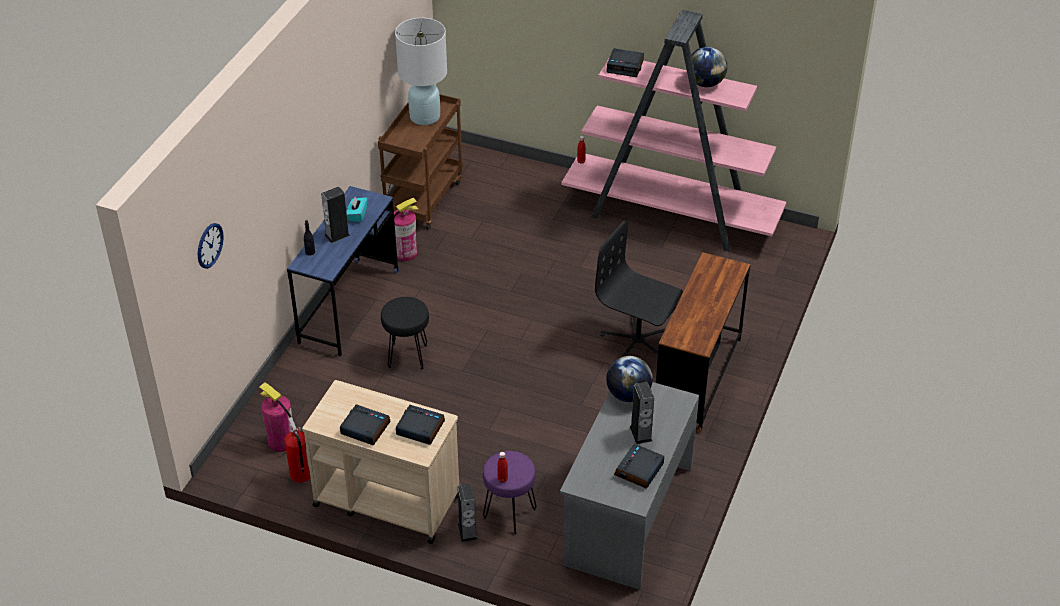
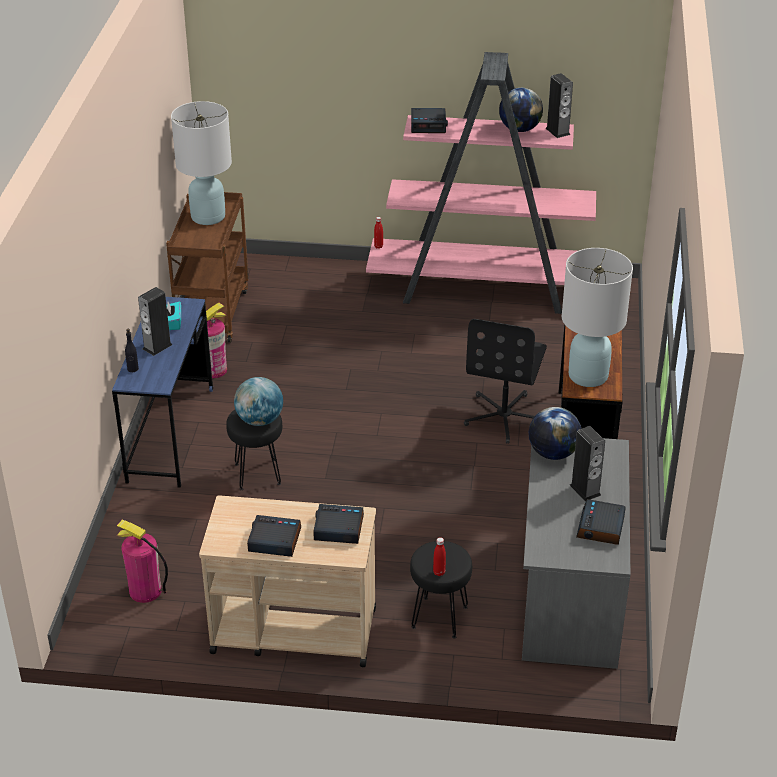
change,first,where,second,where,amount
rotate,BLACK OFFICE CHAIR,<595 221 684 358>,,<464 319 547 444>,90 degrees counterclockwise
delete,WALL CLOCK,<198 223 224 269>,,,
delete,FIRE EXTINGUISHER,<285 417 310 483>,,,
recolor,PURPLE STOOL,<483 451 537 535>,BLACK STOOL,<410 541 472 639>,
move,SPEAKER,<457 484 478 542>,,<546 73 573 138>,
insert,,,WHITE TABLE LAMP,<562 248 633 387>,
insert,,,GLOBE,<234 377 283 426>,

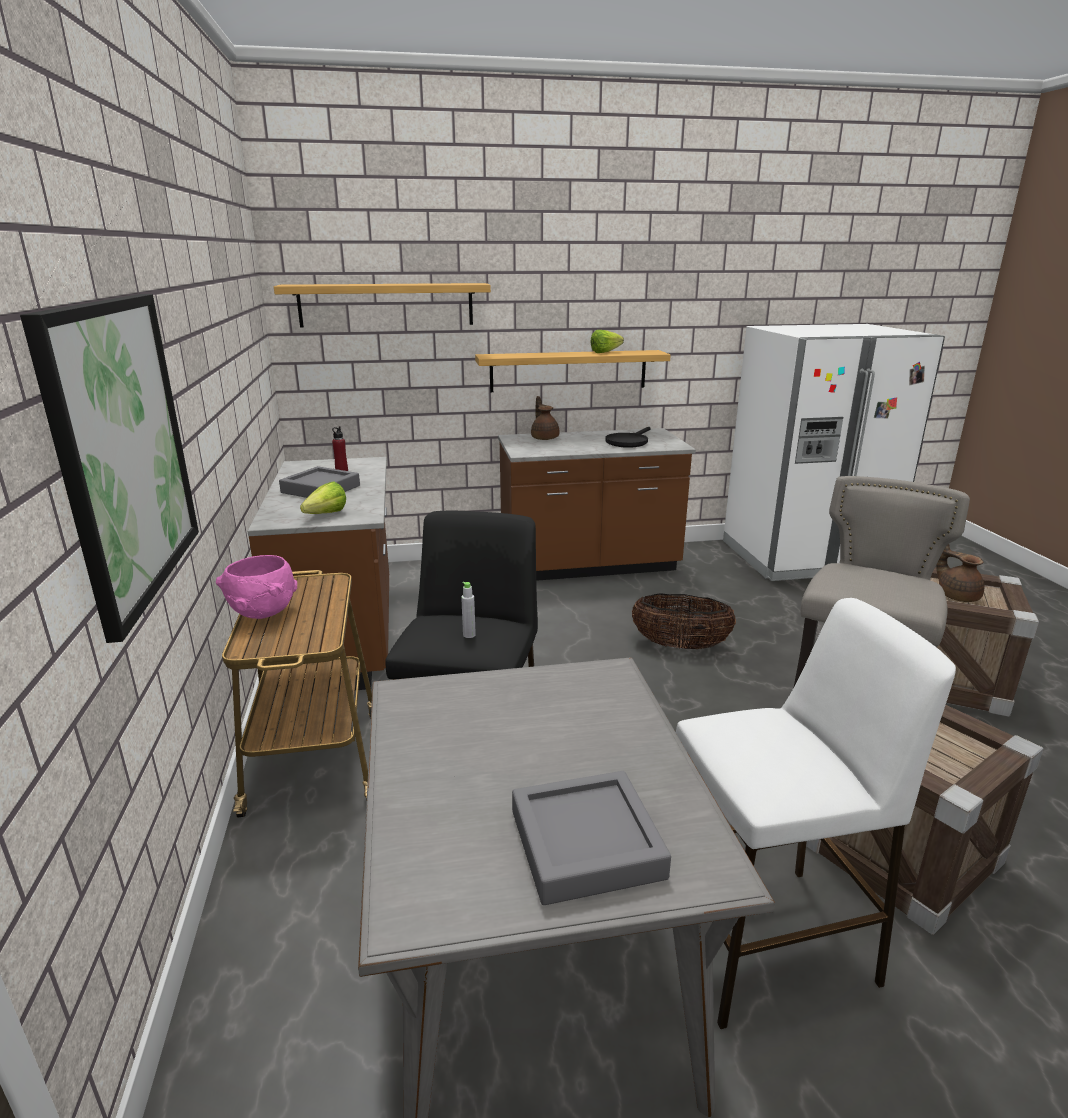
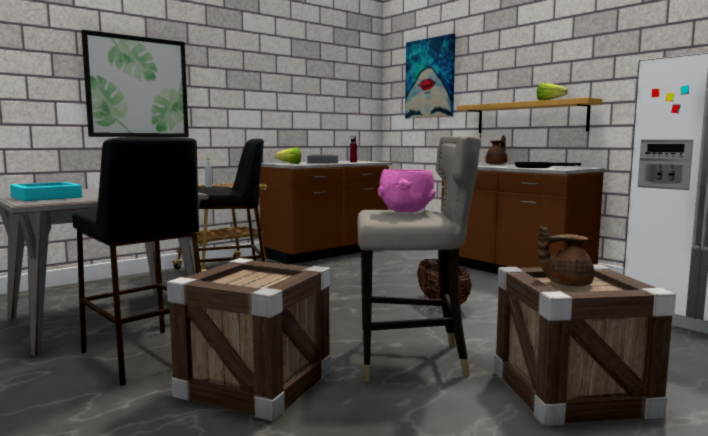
change,first,where,second,where,amount
replace,SHELF,<274 283 491 327>,PICTURE,<405 34 455 118>,
rotate,BROWN TEAPOT,<936 544 984 602>,,<538 226 594 286>,120 degrees counterclockwise
move,PINK BOWL,<216 555 297 619>,,<378 169 436 212>,
recolor,WHITE STOOL,<676 598 956 1029>,BLACK STOOL,<72 137 201 385>,
recolor,GREY TRAY,<512 771 671 905>,TURQUOISE TRAY,<10 182 82 201>,

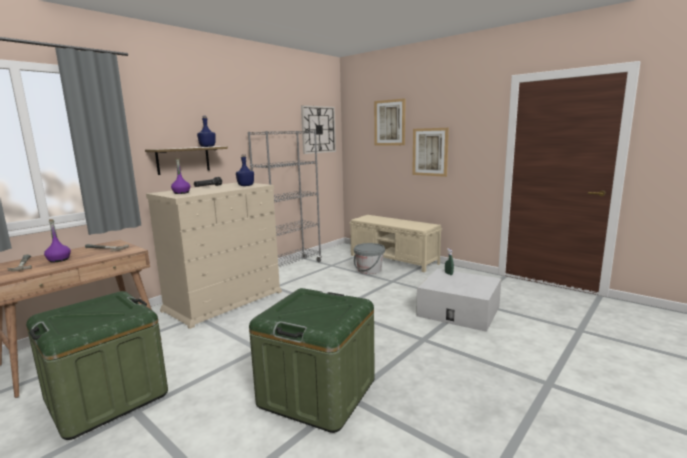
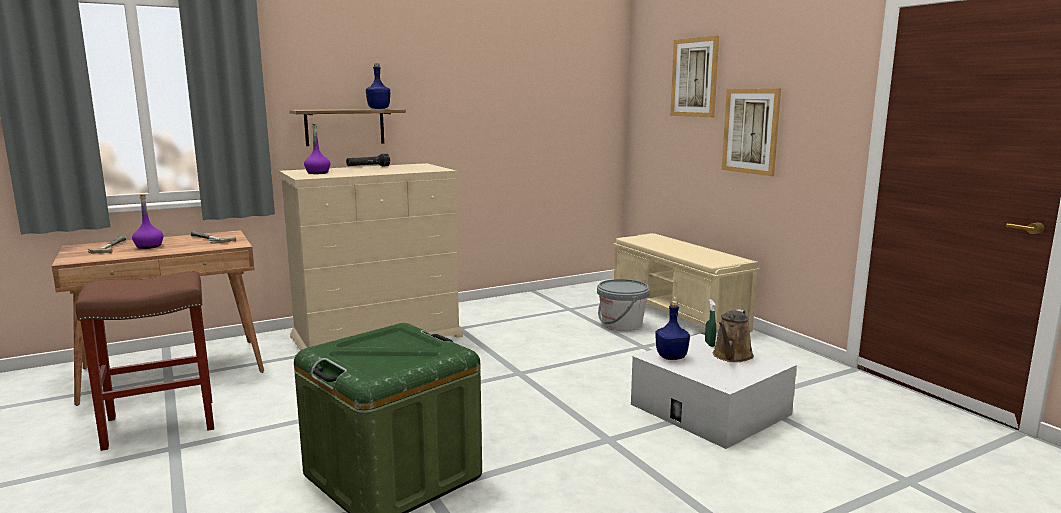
change,first,where,second,where,amount
delete,WALL CLOCK,<301 105 336 154>,,,
delete,GREY BOOKCASE,<248 130 322 268>,,,
move,BLUE BOTTLE,<236 154 254 186>,,<655 301 690 360>,
replace,GREEN STORAGE BOX,<26 291 168 440>,BROWN STOOL,<76 272 214 451>,
insert,,,BROWN WATERING CAN,<713 309 754 362>,

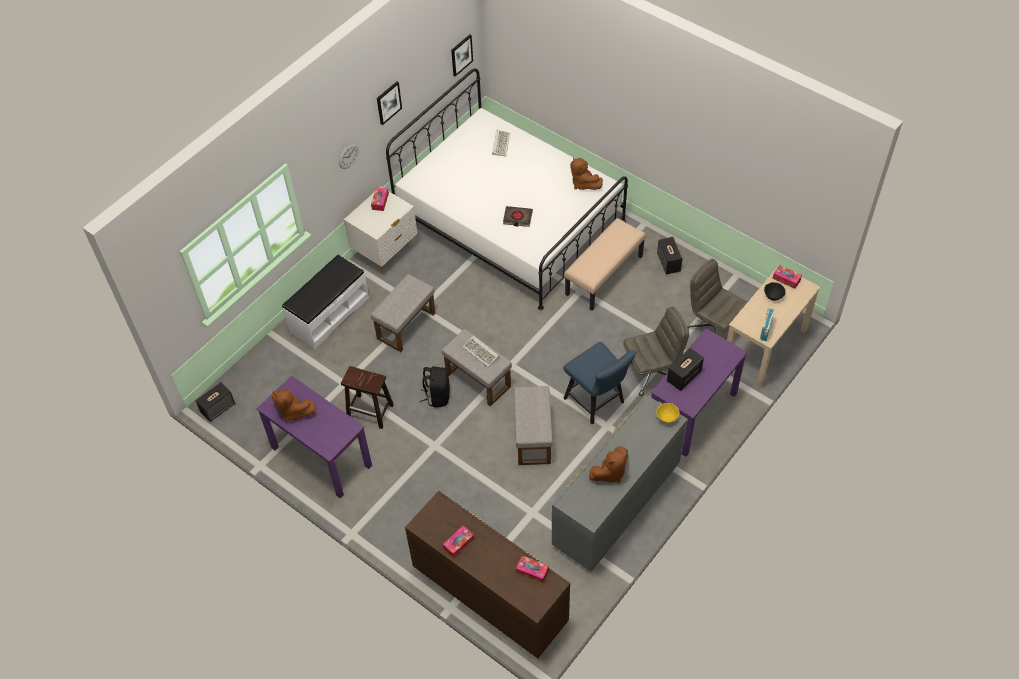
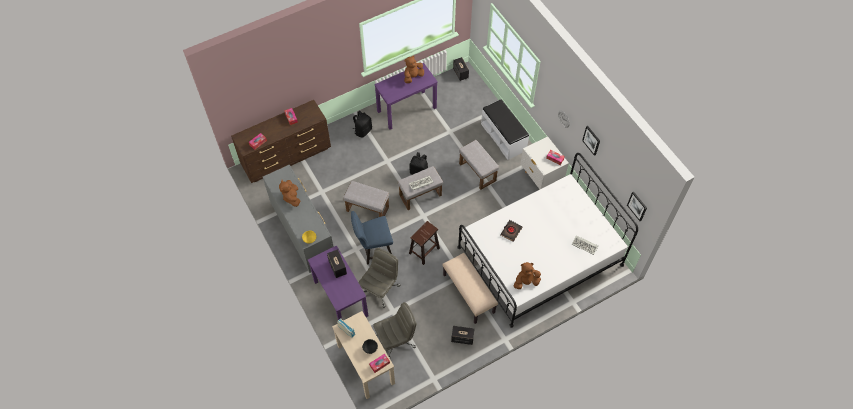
change,first,where,second,where,amount
rotate,GREY OFFICE CHAIR,<623 307 689 396>,,<358 248 400 308>,150 degrees counterclockwise
move,BROWN STOOL,<341 366 394 429>,,<409 221 440 265>,
insert,,,BLACK BACKPACK,<352 111 372 138>,

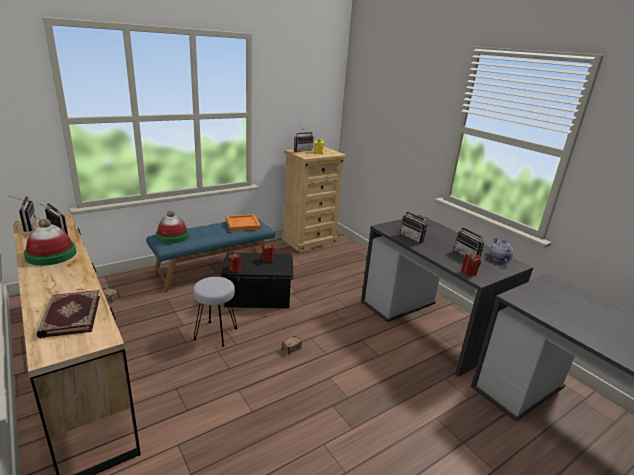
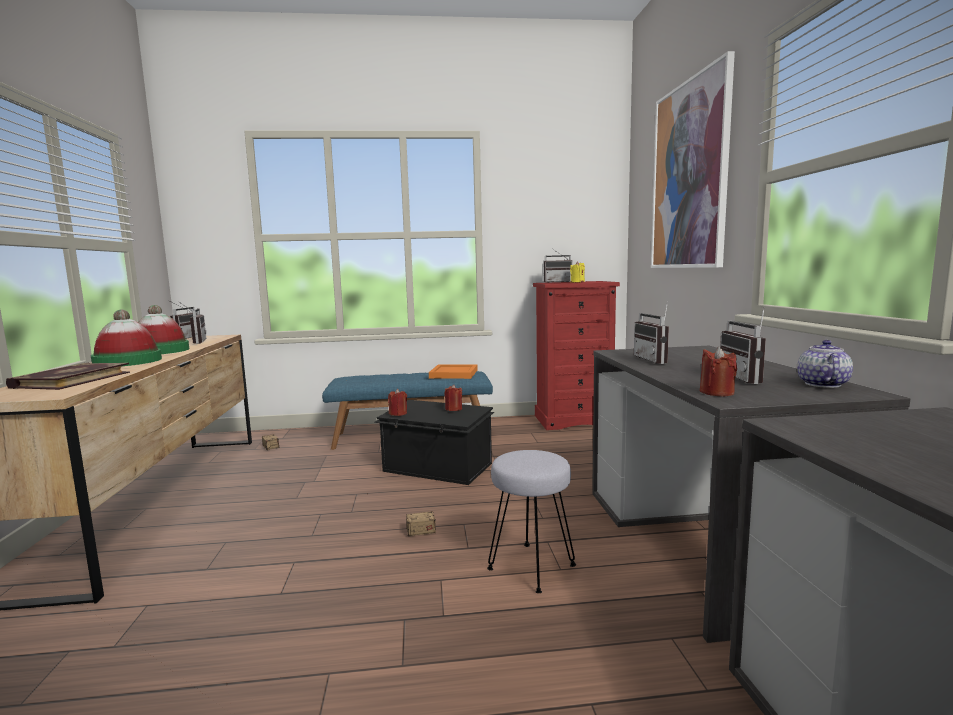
change,first,where,second,where,amount
recolor,BEIGE DRESSER,<282 147 346 252>,RED DRESSER,<533 281 620 430>,
move,HAT,<156 211 189 244>,,<91 310 162 366>,
move,GREY STOOL,<193 277 237 347>,,<487 450 576 593>,
insert,,,PICTURE,<651 51 735 268>,

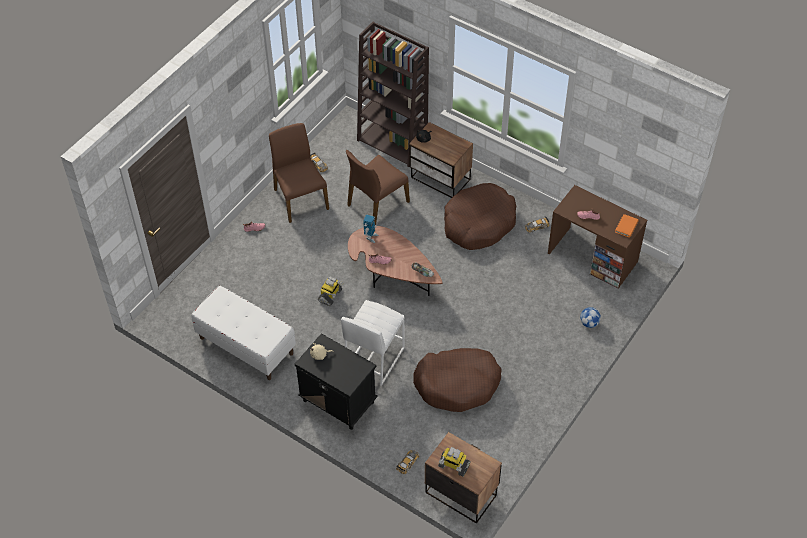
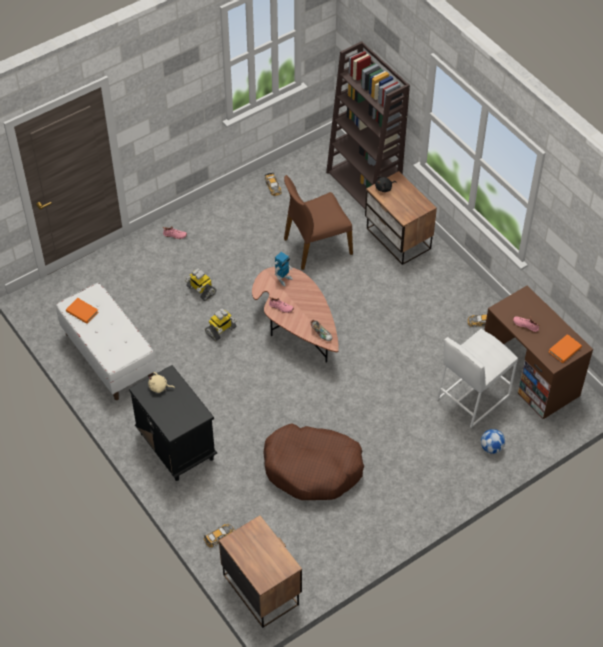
change,first,where,second,where,amount
delete,BROWN CHAIR,<269 123 329 223>,,,
delete,BROWN DOG BED,<444 183 516 250>,,,
move,WHITE STOOL,<341 300 405 386>,,<437 329 518 428>,
move,TOY ROBOT,<438 447 471 477>,,<184 268 217 301>,
insert,,,ORANGE BOOK,<66 298 99 324>,

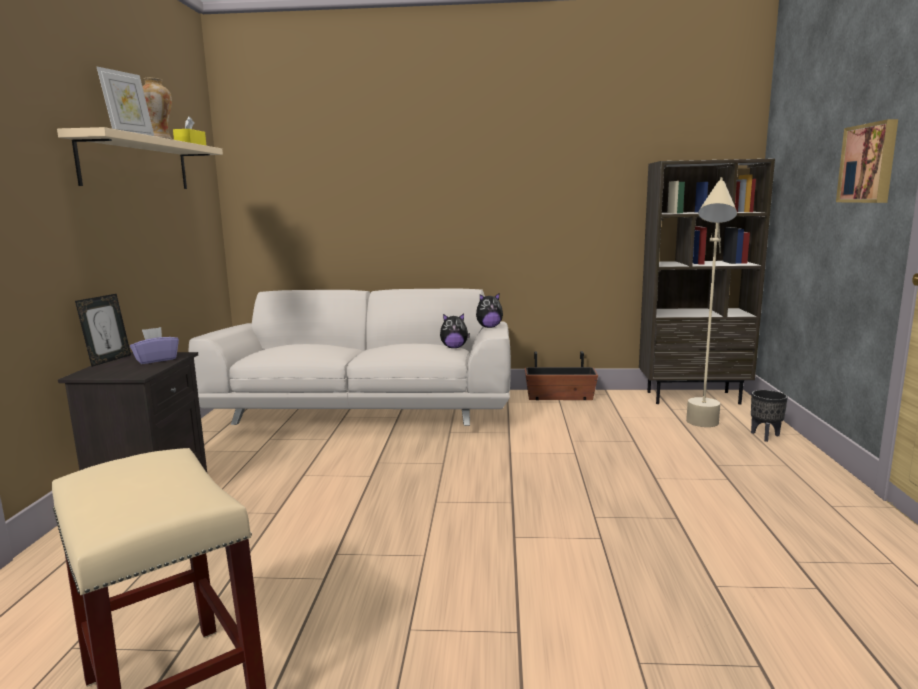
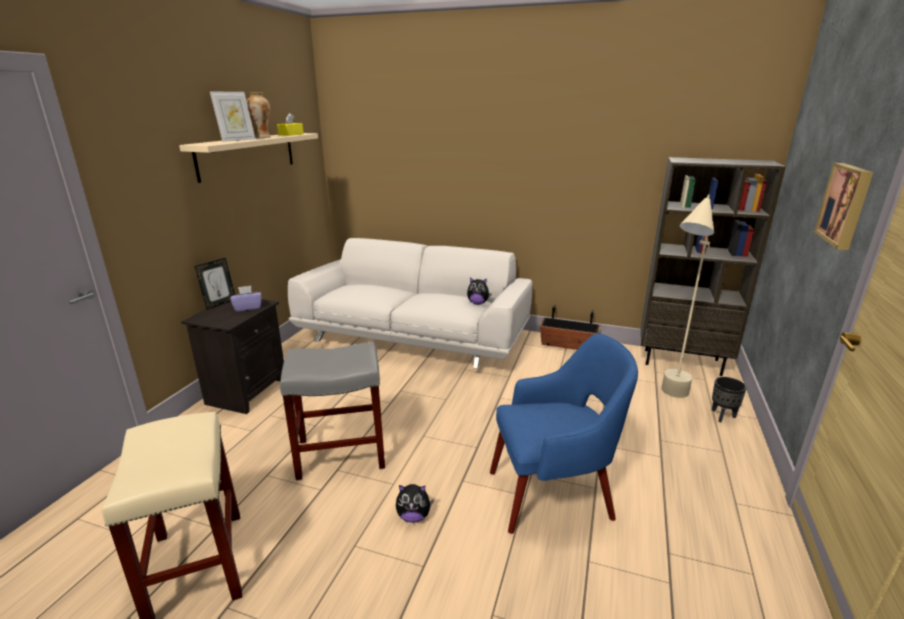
change,first,where,second,where,amount
move,PLUSH TOY,<476 293 503 328>,,<396 484 434 523>,
insert,,,BLUE ARMCHAIR,<490 333 638 534>,
insert,,,GREY STOOL,<280 342 385 481>,

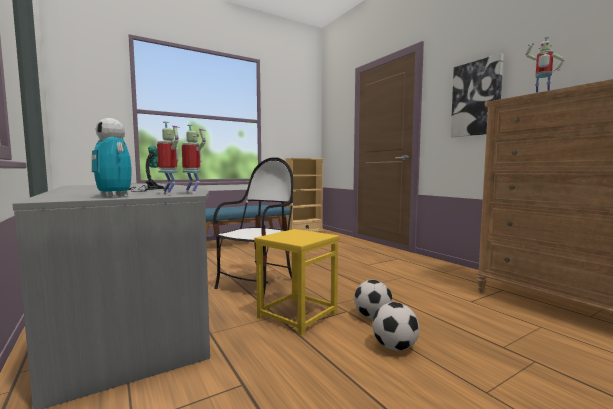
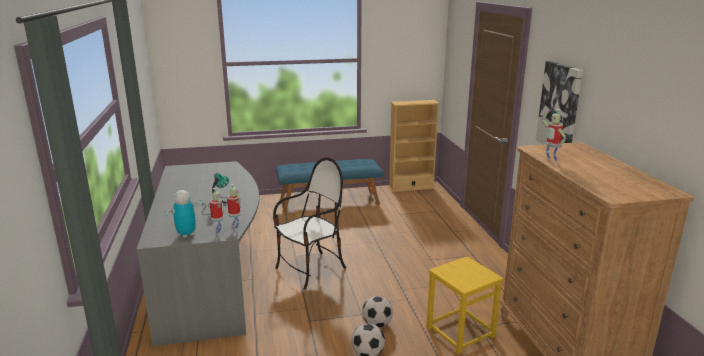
change,first,where,second,where,amount
rotate,TOY ROBOT,<92 118 131 197>,,<163 190 202 238>,75 degrees clockwise
move,YELLOW STOOL,<254 229 339 335>,,<427 256 504 354>,

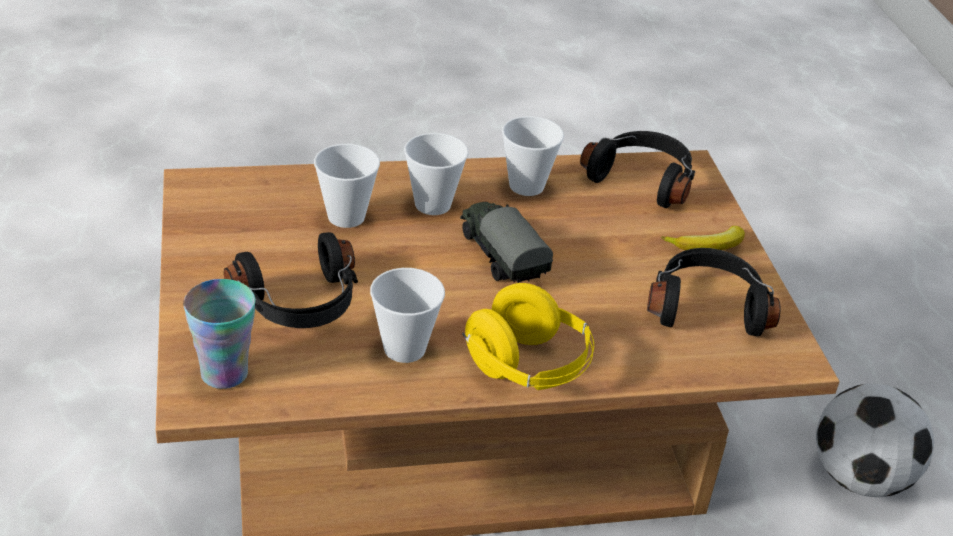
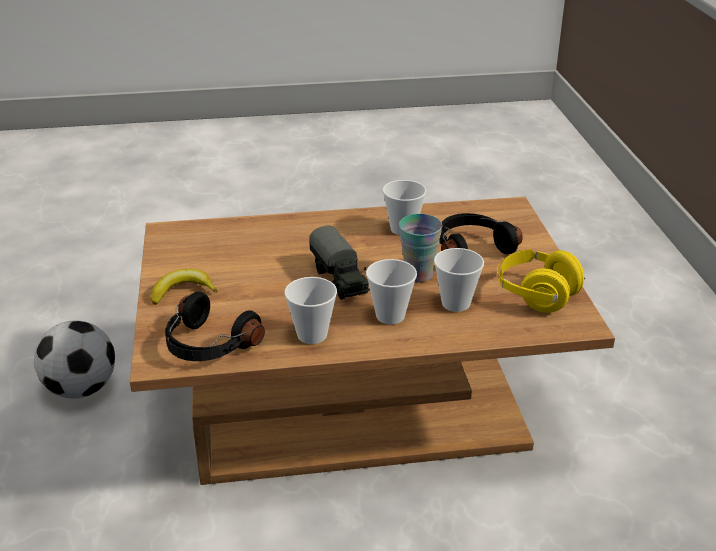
change,first,where,second,where,amount
delete,BLACK HEADPHONES,<647 248 780 336>,,,
move,CUP,<183 279 256 389>,,<399 214 442 283>,
move,YELLOW HEADPHONES,<462 283 594 390>,,<497 249 585 313>,

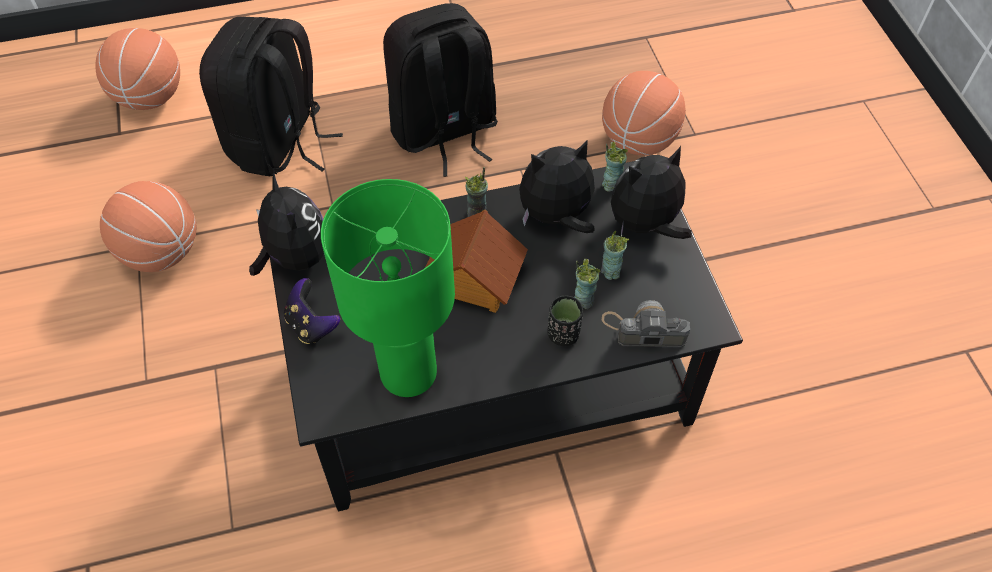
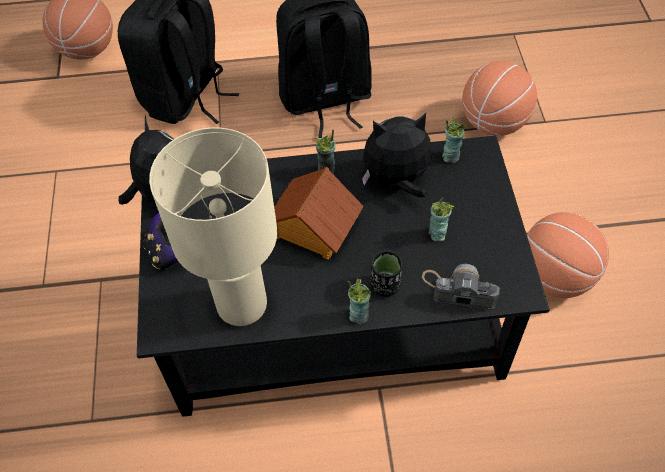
change,first,where,second,where,amount
delete,PLUSH TOY,<611 146 692 239>,,,
recolor,GREEN TABLE LAMP,<321 179 455 397>,BEIGE TABLE LAMP,<149 128 277 326>,
move,BASKETBALL,<100 181 196 272>,,<527 212 609 298>,
move,CUP,<574 259 601 309>,,<347 279 371 324>,

